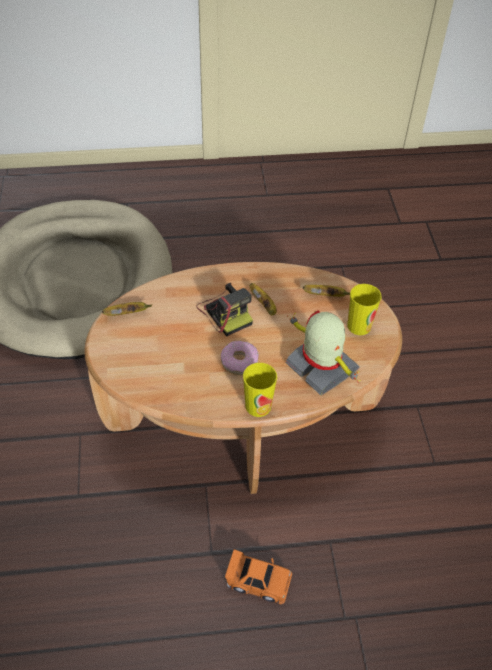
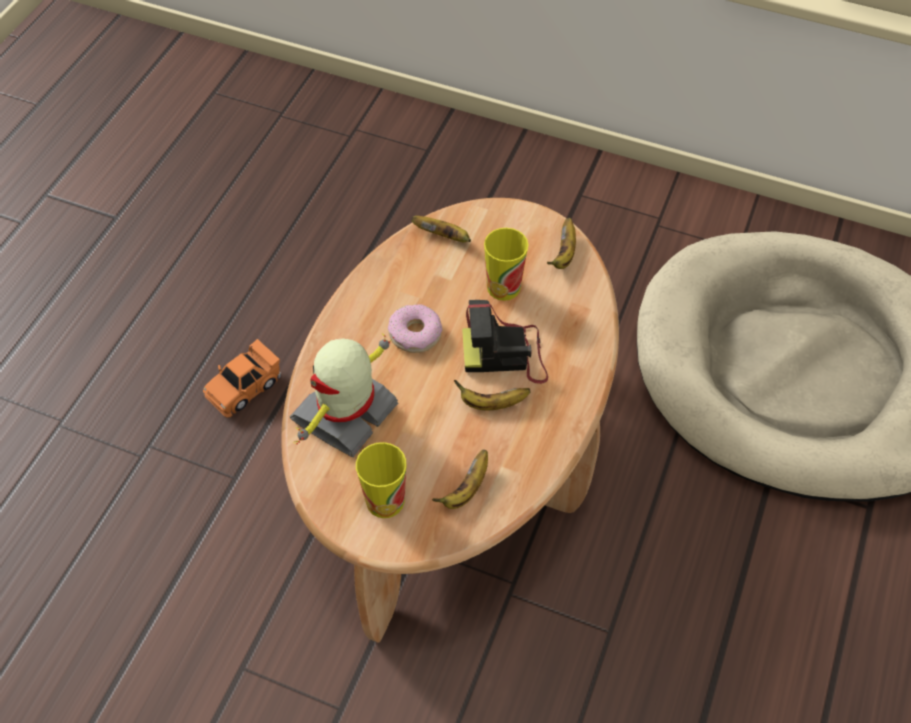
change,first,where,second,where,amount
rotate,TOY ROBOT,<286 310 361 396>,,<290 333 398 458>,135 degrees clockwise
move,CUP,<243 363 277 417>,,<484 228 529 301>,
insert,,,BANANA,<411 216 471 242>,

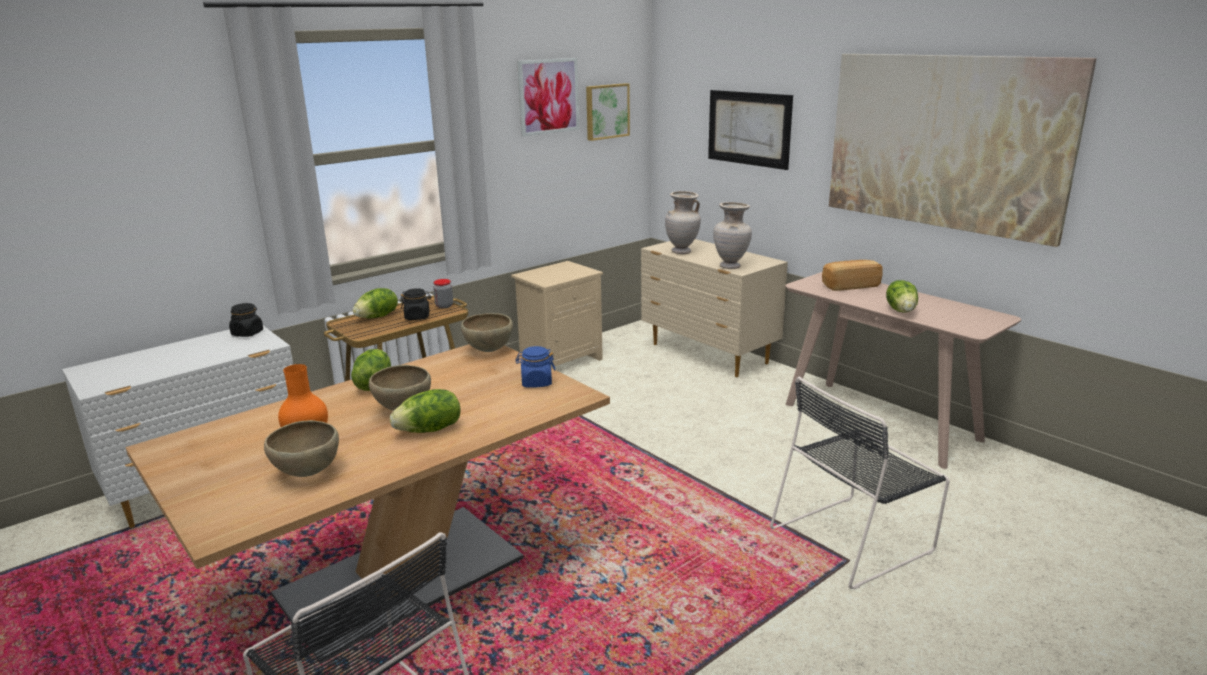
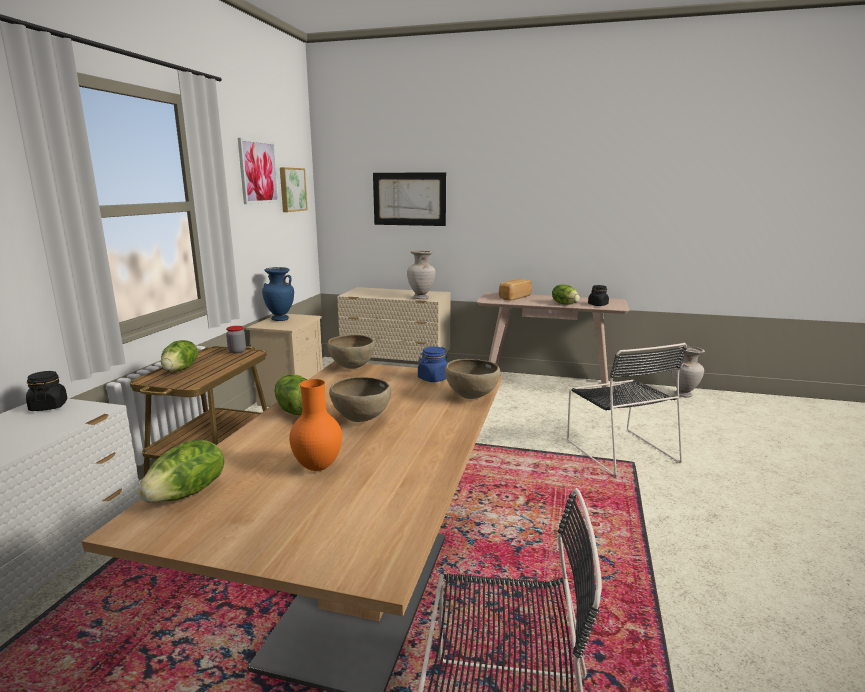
change,first,where,second,where,amount
delete,PICTURE,<829 54 1097 247>,,,
move,BEIGE VASE,<665 191 701 254>,,<672 346 705 397>,
move,BLACK JAR,<401 288 431 320>,,<588 285 609 306>,
rotate,BLACK CHAIR,<770 377 950 590>,,<567 343 687 476>,45 degrees counterclockwise
move,LETTUCE,<390 389 461 433>,,<138 440 224 503>,
move,BROWN BOWL,<264 420 339 477>,,<445 359 500 399>,
insert,,,BLUE VASE,<262 267 294 321>,

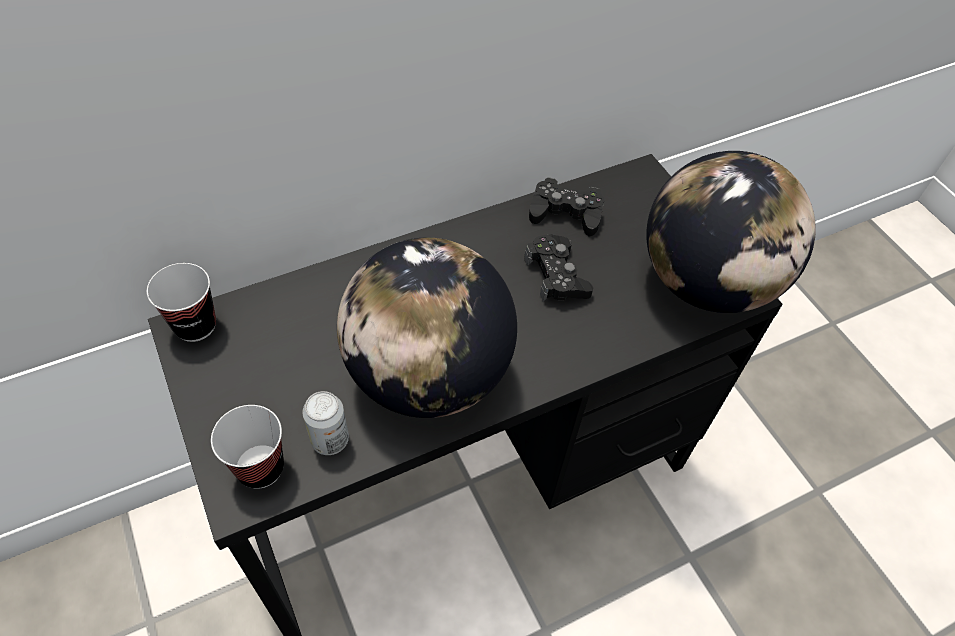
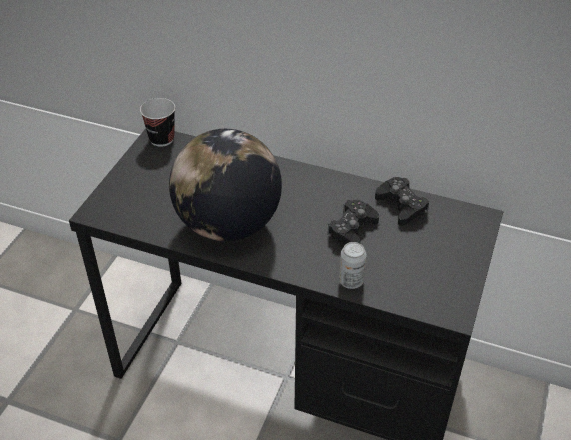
change,first,where,second,where,amount
delete,GLOBE,<646 151 816 313>,,,
move,CAN,<302 391 349 455>,,<339 242 367 289>,
delete,CUP,<211 405 284 489>,,,

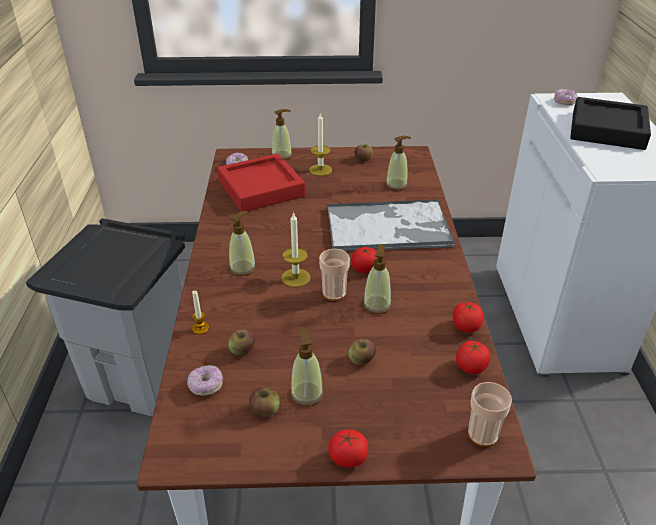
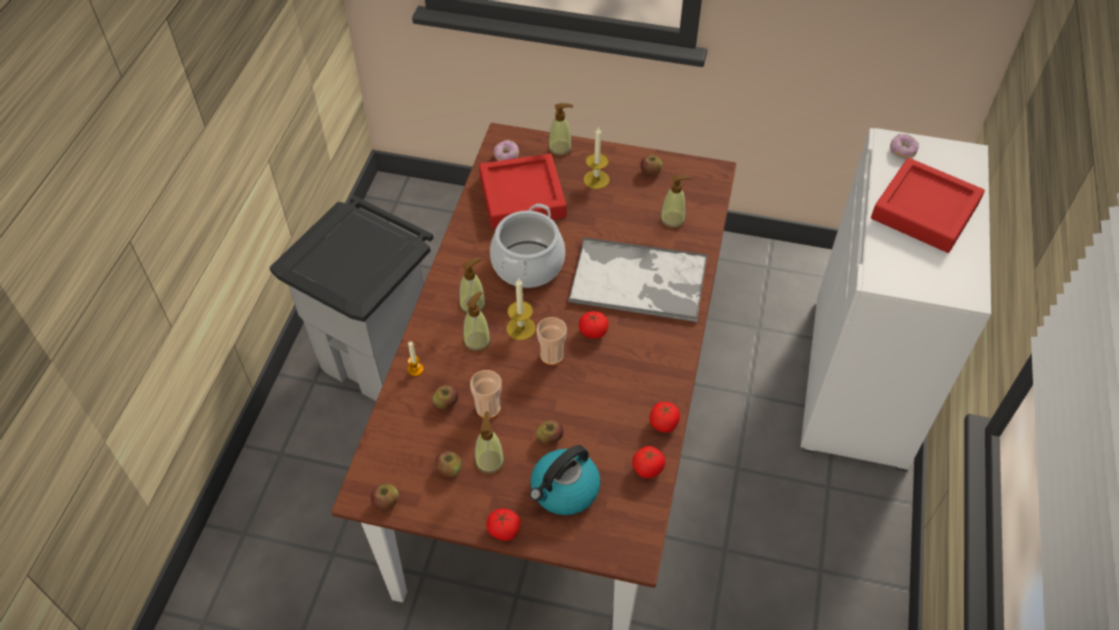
change,first,where,second,where,amount
recolor,BLACK TRAY,<570 97 651 150>,RED TRAY,<871 158 985 253>,
move,SOAP DISPENSER,<363 244 392 314>,,<463 291 491 352>,
delete,DONUT,<187 365 223 396>,,,
move,CUP,<468 382 512 447>,,<470 370 502 419>,
insert,,,COOKING POT,<490 204 565 288>,
insert,,,KETTLE,<530 445 601 515>,
insert,,,APPLE,<371 483 399 510>,

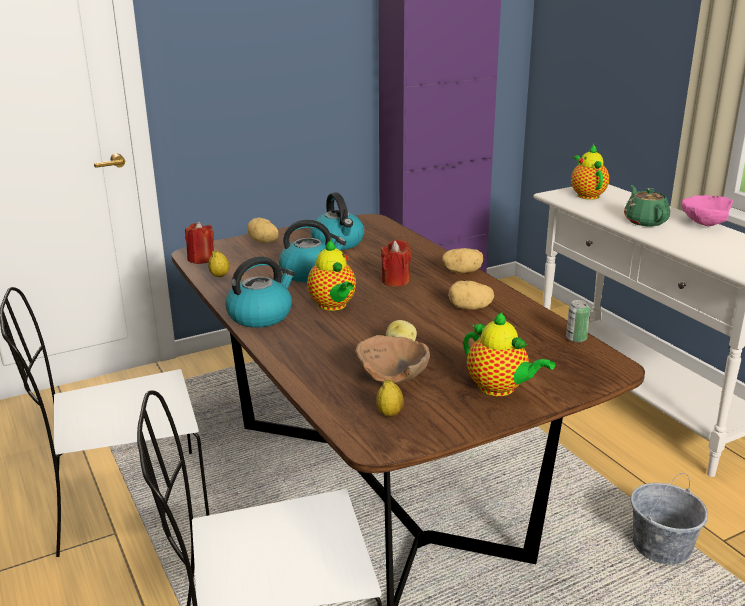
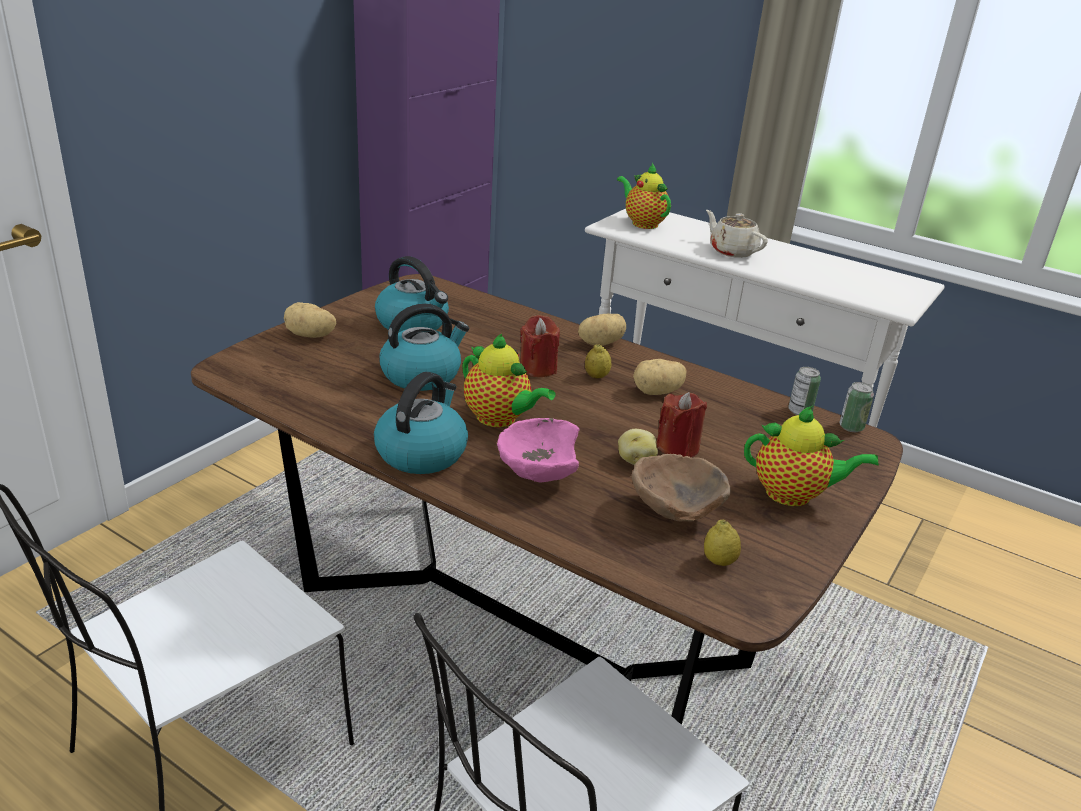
change,first,where,second,where,amount
recolor,GREEN TEAPOT,<624 185 670 226>,BEIGE TEAPOT,<706 210 768 258>,
move,PINK BOWL,<682 195 734 226>,,<497 418 580 483>,
move,RED CANDLE,<185 221 214 264>,,<657 392 707 457>,
move,LEMON,<208 251 229 277>,,<585 344 612 378>,
delete,GREY BUCKET,<630 473 708 565>,,,
insert,,,CAN,<840 382 874 432>,

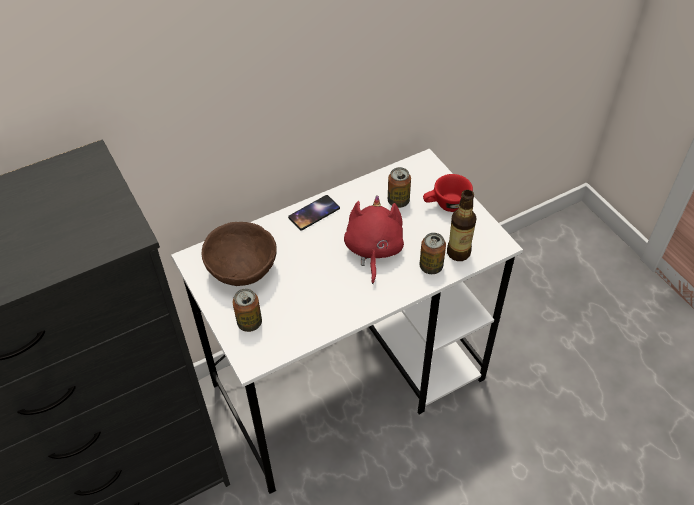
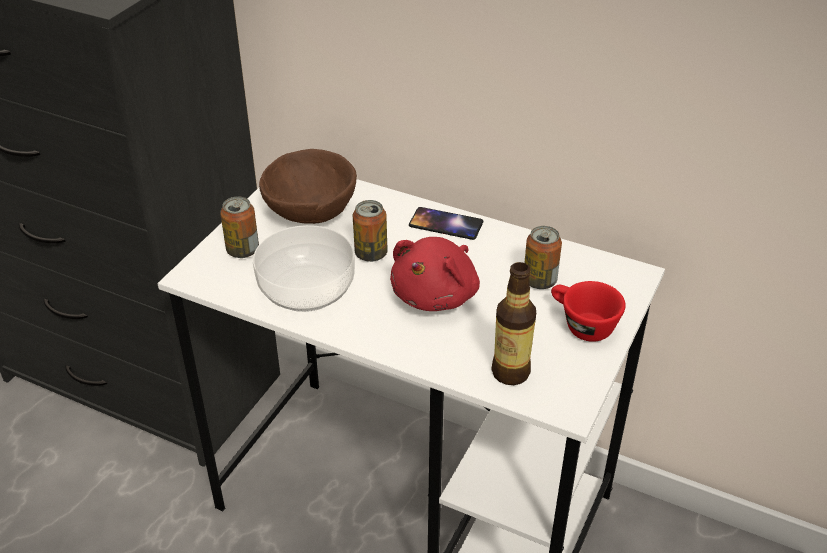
change,first,where,second,where,amount
rotate,RED PLUSH TOY,<344 195 404 284>,,<390 237 480 311>,150 degrees clockwise
move,CAN,<419 233 446 274>,,<353 200 388 262>,
insert,,,BOWL,<253 225 355 312>,

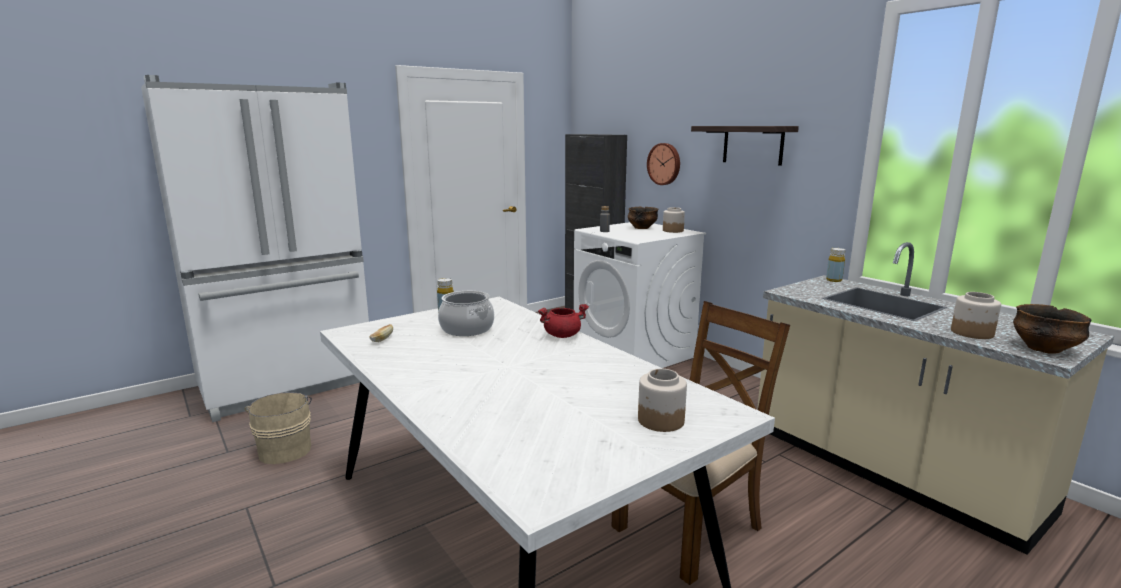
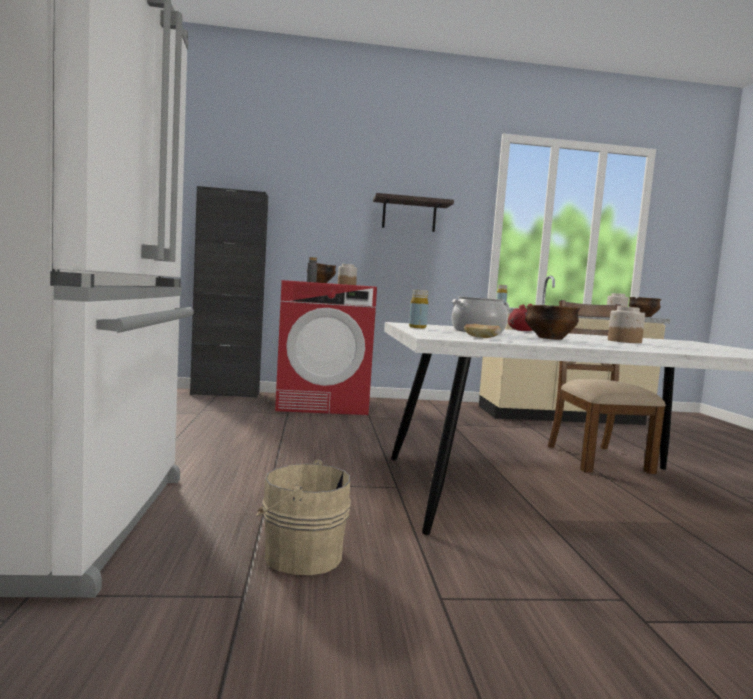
change,first,where,second,where,amount
delete,WALL CLOCK,<647 143 680 185>,,,
recolor,WHITE WASHING MACHINE,<574 222 706 368>,RED WASHING MACHINE,<275 280 377 415>,
move,JAR,<638 369 687 432>,,<608 306 645 343>,
insert,,,BOWL,<525 305 580 340>,

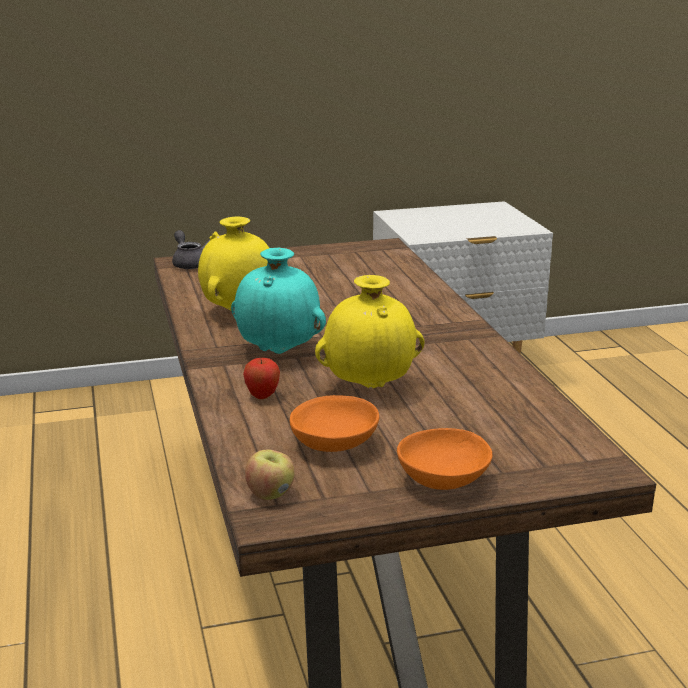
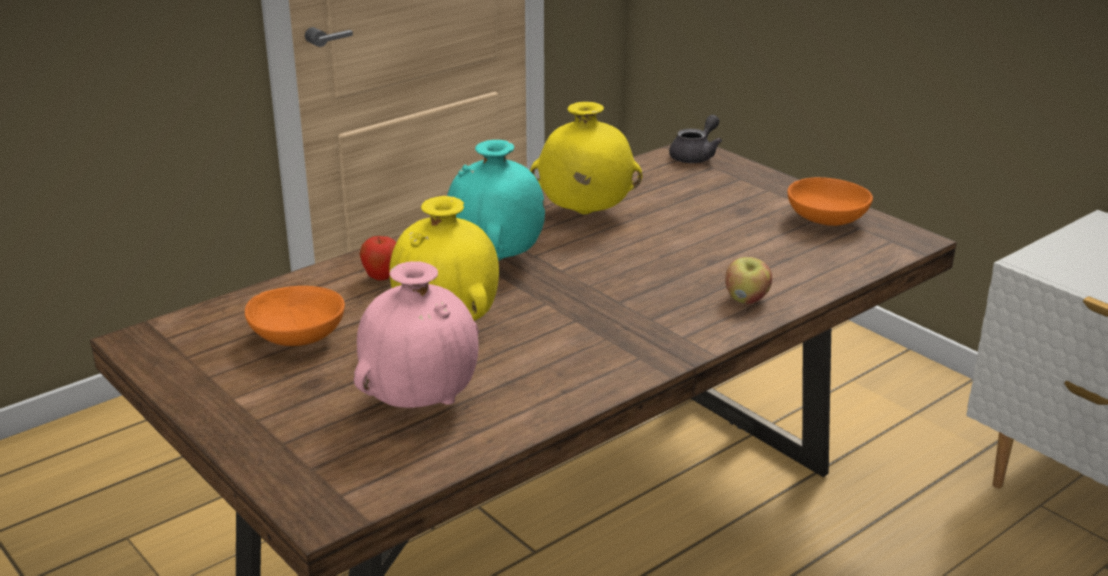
change,first,where,second,where,amount
move,ORANGE BOWL,<397 428 492 490>,,<787 177 873 226>,
move,APPLE,<245 449 295 500>,,<725 257 772 304>,
insert,,,PINK VASE,<354 261 479 408>,

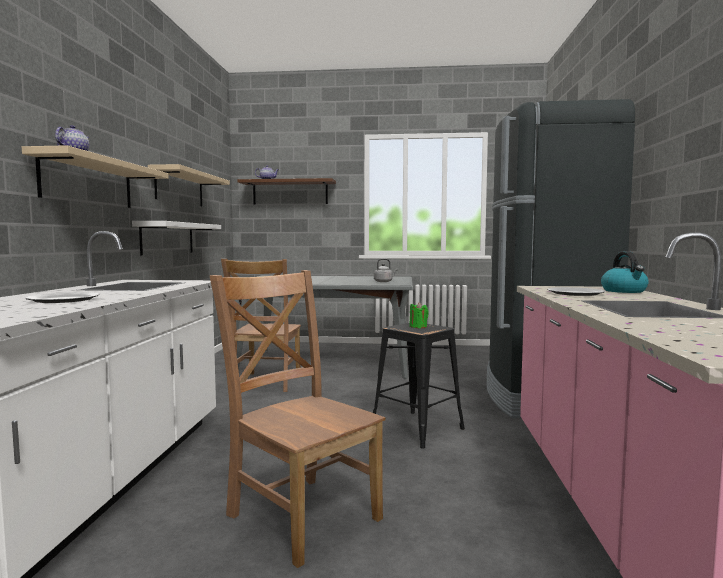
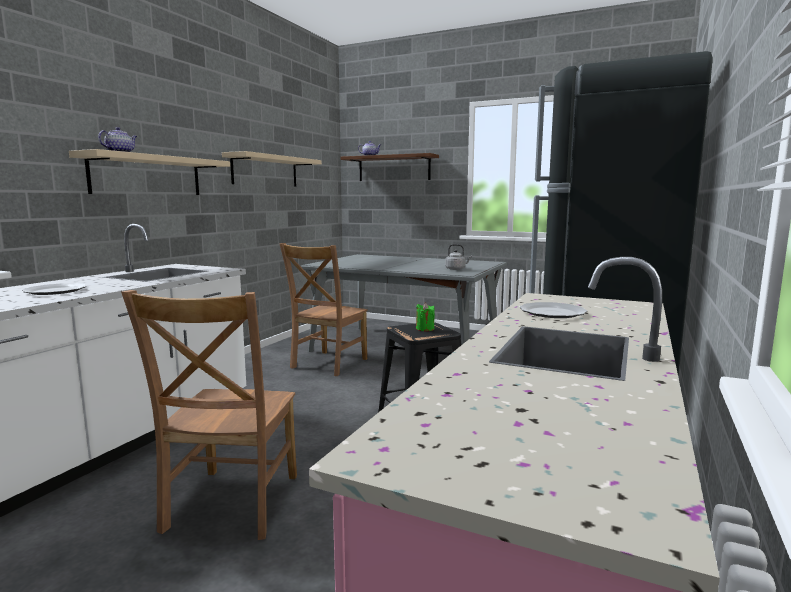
change,first,where,second,where,amount
delete,WHITE SHELF,<132 221 221 256>,,,
delete,KETTLE,<601 251 649 293>,,,
rotate,BROWN CHAIR,<210 270 386 568>,,<121 290 297 540>,150 degrees counterclockwise

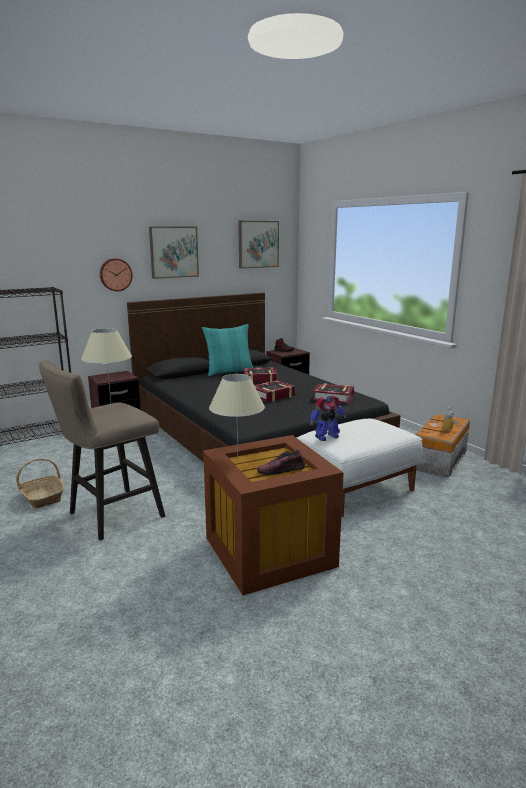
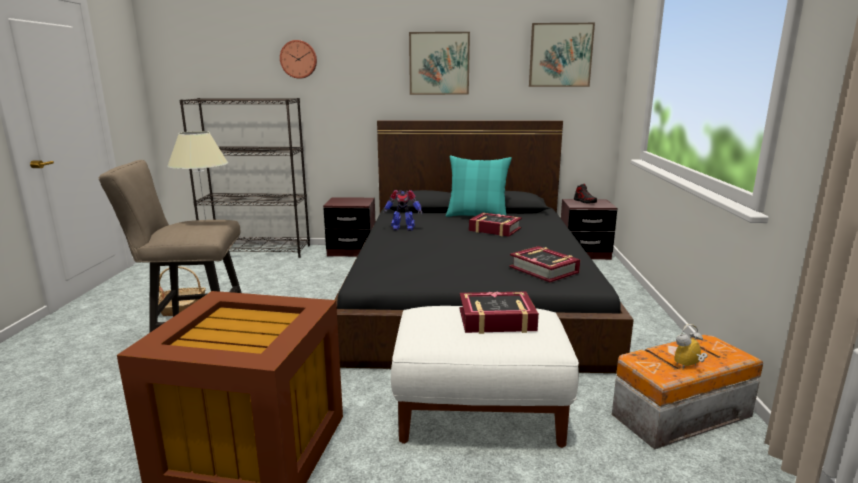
change,first,where,second,where,amount
move,WALL CLOCK,<100 258 133 291>,,<280 40 317 79>,
delete,BEIGE TABLE LAMP,<209 374 265 460>,,,
move,BOOK,<254 380 295 402>,,<459 291 539 334>,
move,TOY ROBOT,<310 396 347 441>,,<383 190 423 231>,
delete,SHOE,<257 450 305 475>,,,

